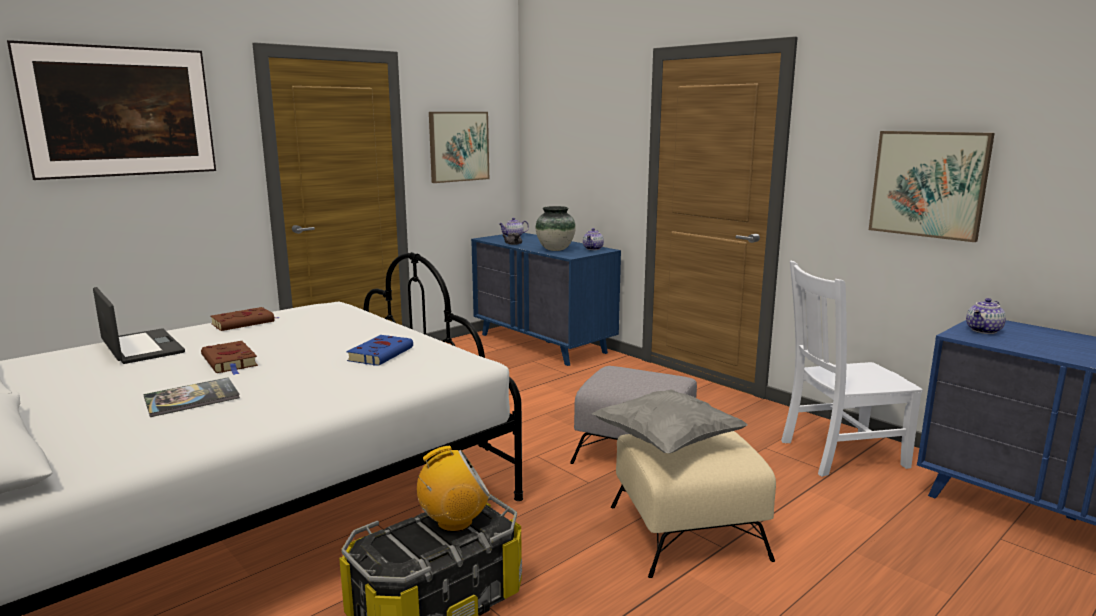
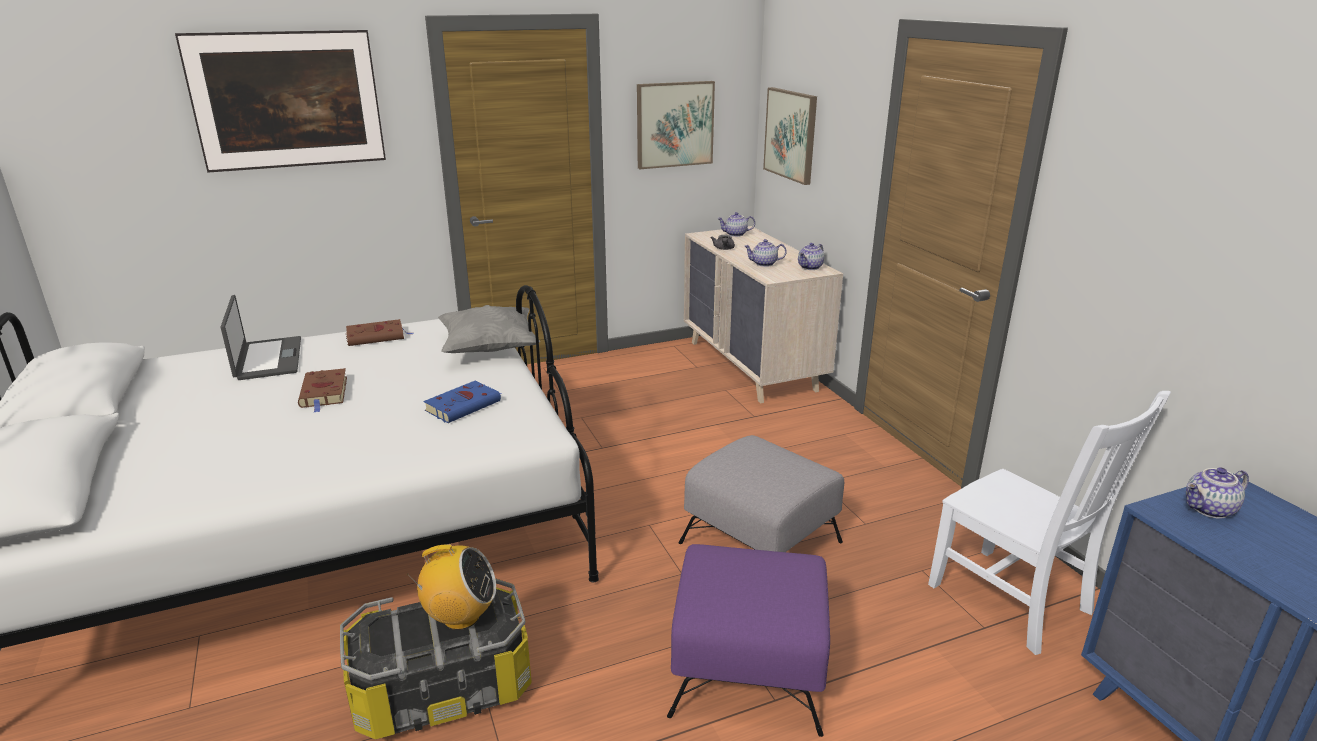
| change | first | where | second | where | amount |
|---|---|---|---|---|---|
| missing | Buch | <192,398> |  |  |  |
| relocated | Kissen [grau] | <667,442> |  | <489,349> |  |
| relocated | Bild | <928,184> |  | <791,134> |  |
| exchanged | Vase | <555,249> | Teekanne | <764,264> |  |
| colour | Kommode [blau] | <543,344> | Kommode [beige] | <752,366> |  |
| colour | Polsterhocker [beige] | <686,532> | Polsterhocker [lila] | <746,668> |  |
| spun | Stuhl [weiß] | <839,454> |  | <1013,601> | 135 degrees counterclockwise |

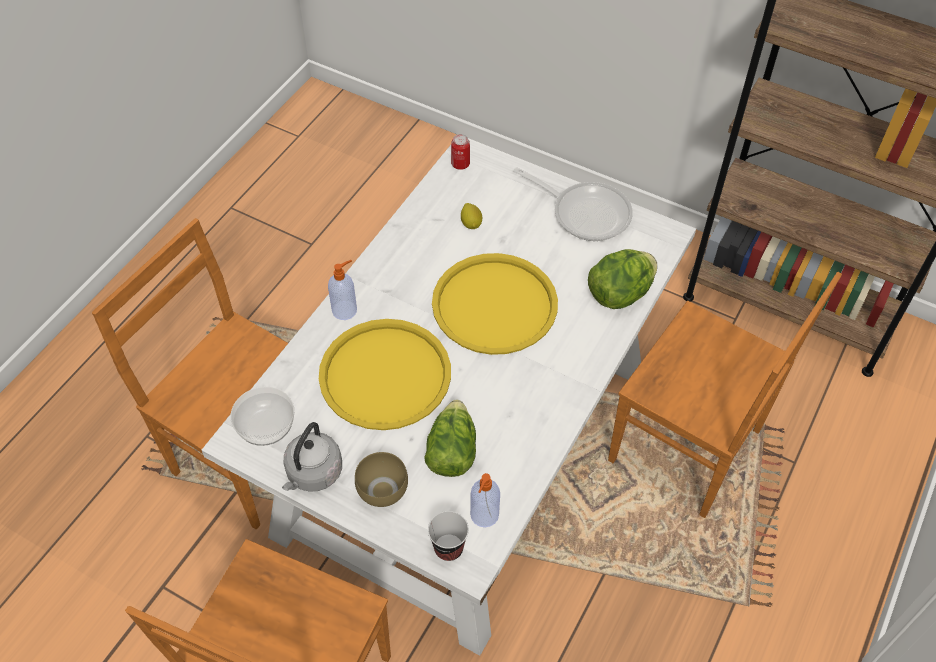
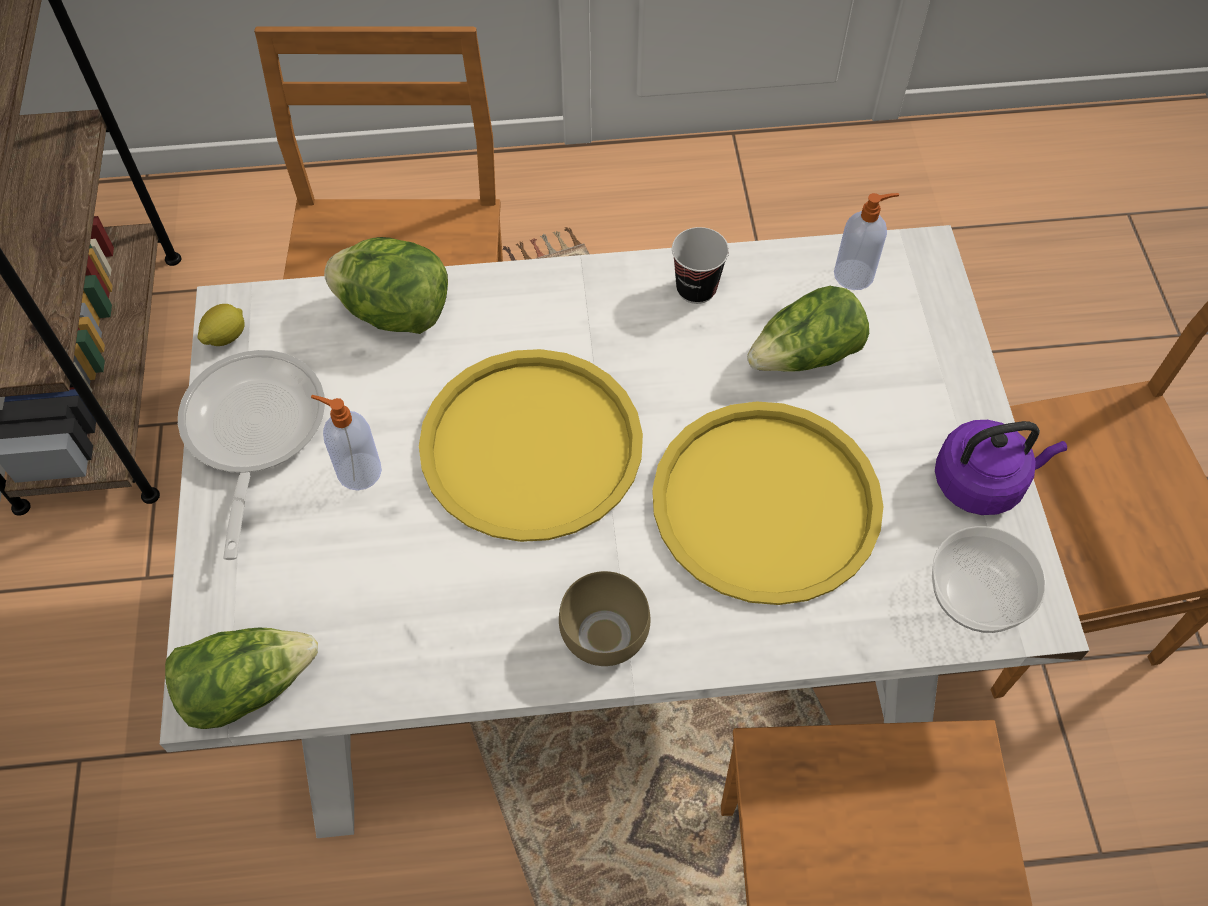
| change | first | where | second | where | amount |
|---|---|---|---|---|---|
| relocated | Seifenspender | <345,310> |  | <357,471> |  |
| relocated | Schüssel [braun] | <382,493> |  | <607,634> |  |
| relocated | Tasse | <448,548> |  | <696,289> |  |
| relocated | Zitrone | <471,223> |  | <225,337> |  |
| exchanged | Dose | <460,164> | Salatkopf | <246,686> |  |
| colour | Wasserkessel [grau] | <313,474> | Wasserkessel [lila] | <982,482> |  |

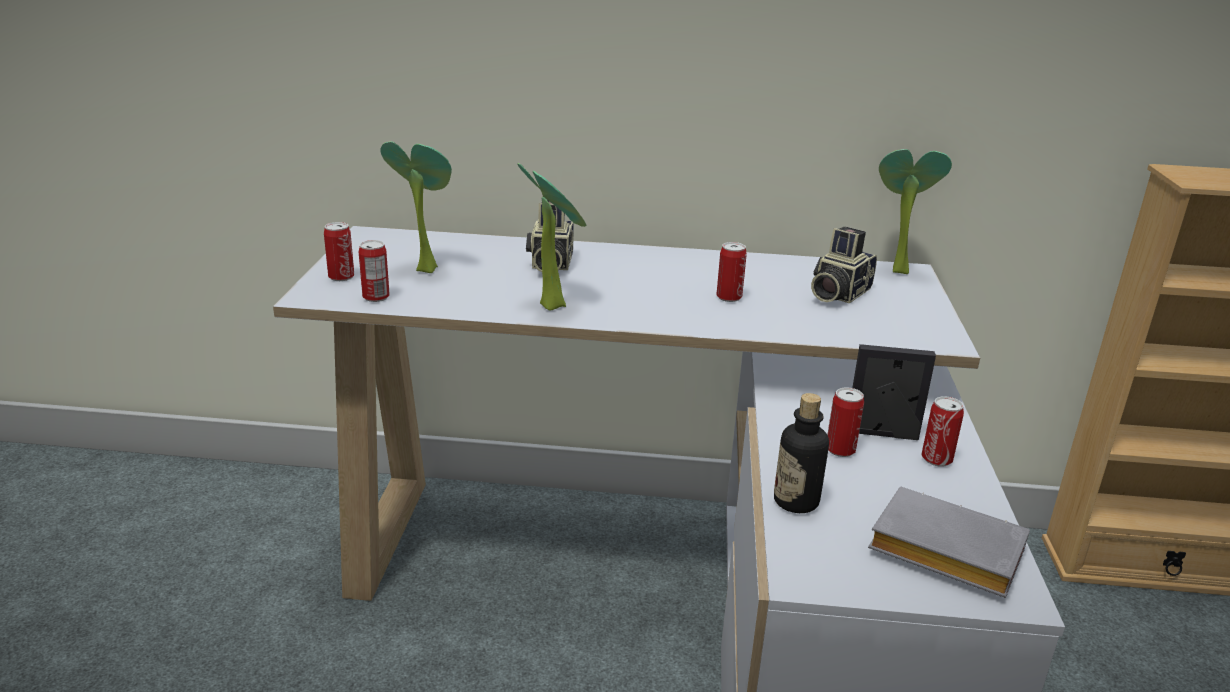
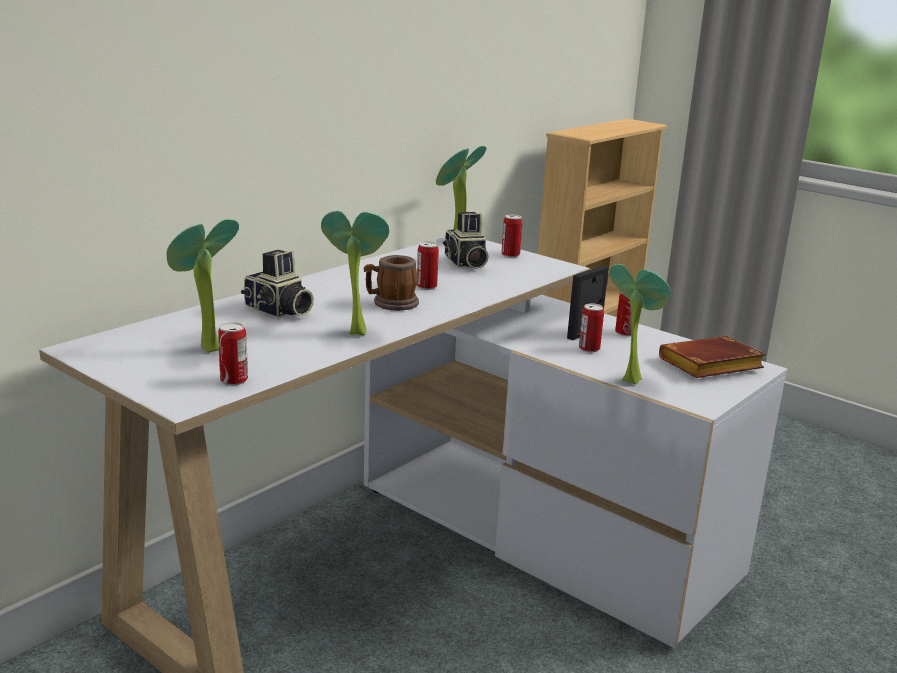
| change | first | where | second | where | amount |
|---|---|---|---|---|---|
| appeared |  |  | Henkelbecher | <391,303> |  |
| relocated | Dose | <341,277> |  | <510,255> |  |
| exchanged | Flasche | <796,501> | Topfpflanze | <629,378> |  |
| colour | Buch [grau] | <941,552> | Buch [braun] | <709,366> |  |

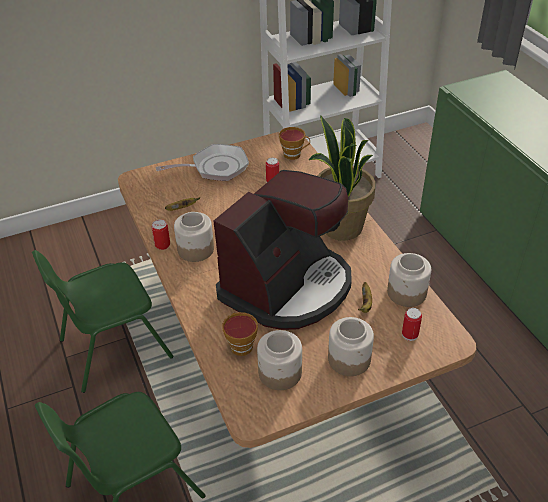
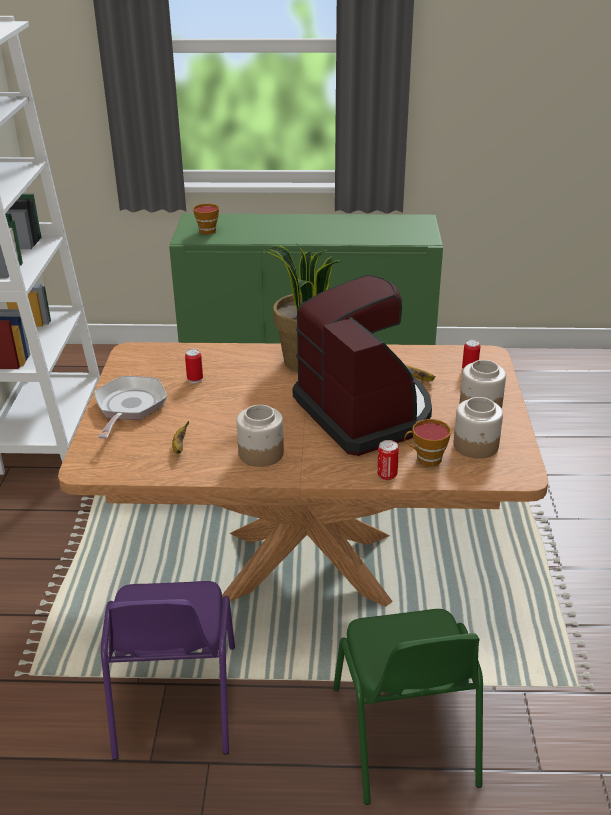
| change | first | where | second | where | amount |
|---|---|---|---|---|---|
| missing | Vorratsglas | <407,292> |  |  |  |
| relocated | Dose | <162,245> |  | <387,475> |  |
| relocated | Tasse | <294,154> |  | <208,230> |  |
| colour | Stuhl [grün] | <113,348> | Stuhl [lila] | <174,702> |  |

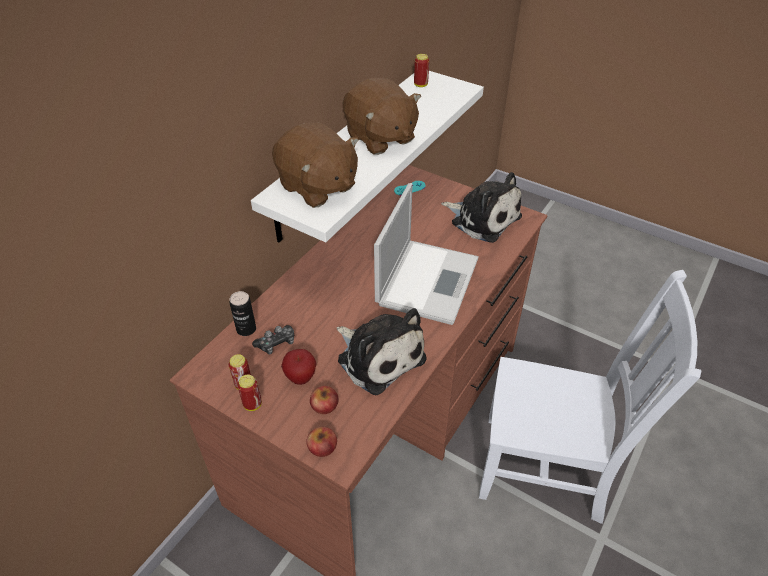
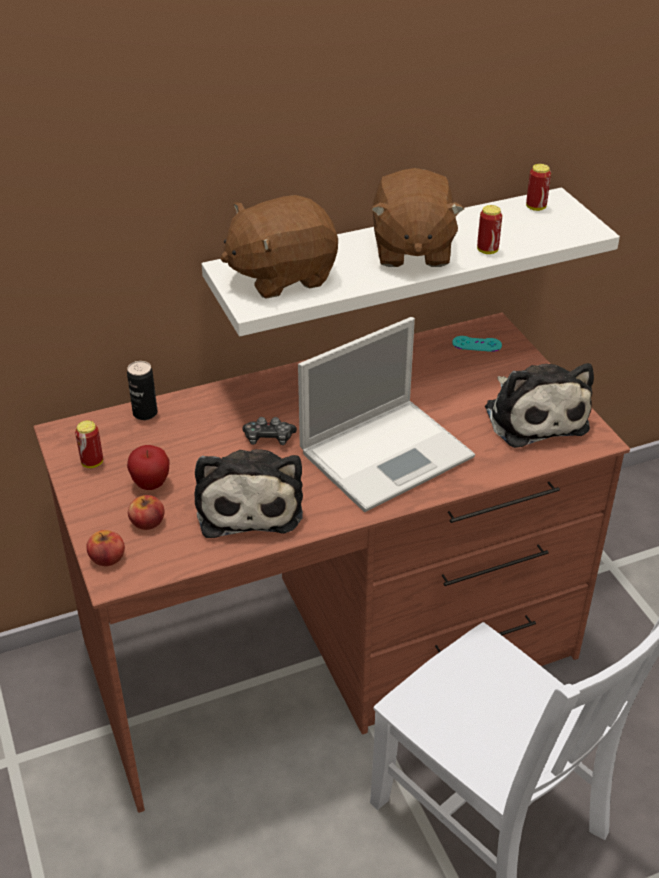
| change | first | where | second | where | amount |
|---|---|---|---|---|---|
| relocated | Dose | <252,404> |  | <487,250> |  |
| relocated | Gamepad | <276,343> |  | <268,438> |  |
| spun | Plüschtier [braun] | <317,187> |  | <281,276> | 75 degrees clockwise |

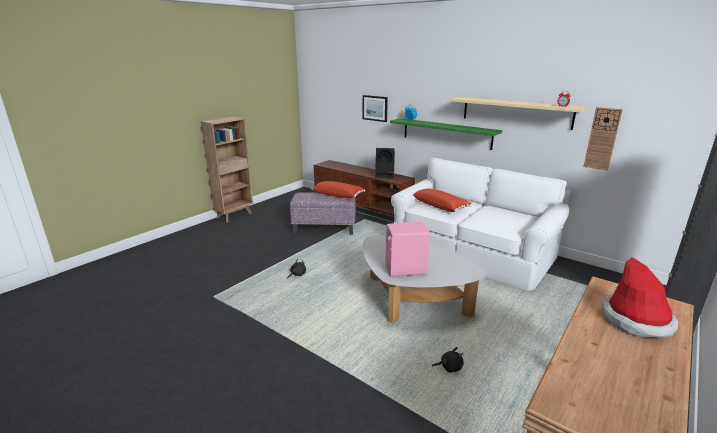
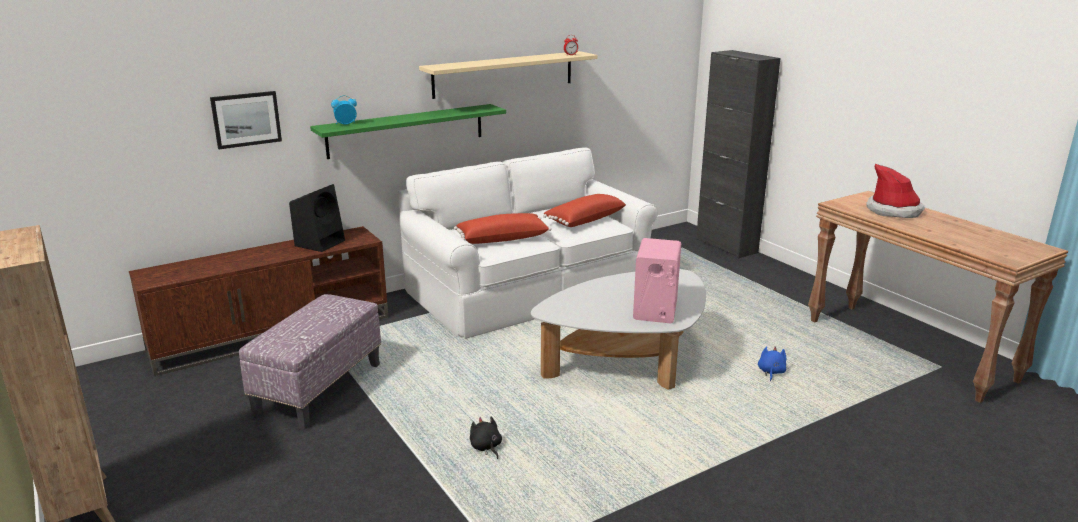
| change | first | where | second | where | amount |
|---|---|---|---|---|---|
| missing | Wanduhr | <602,139> |  |  |  |
| relocated | Kissen [rot] | <338,195> |  | <584,220> |  |
| colour | Plüschtier [schwarz] | <449,367> | Plüschtier [blau] | <771,372> |  |

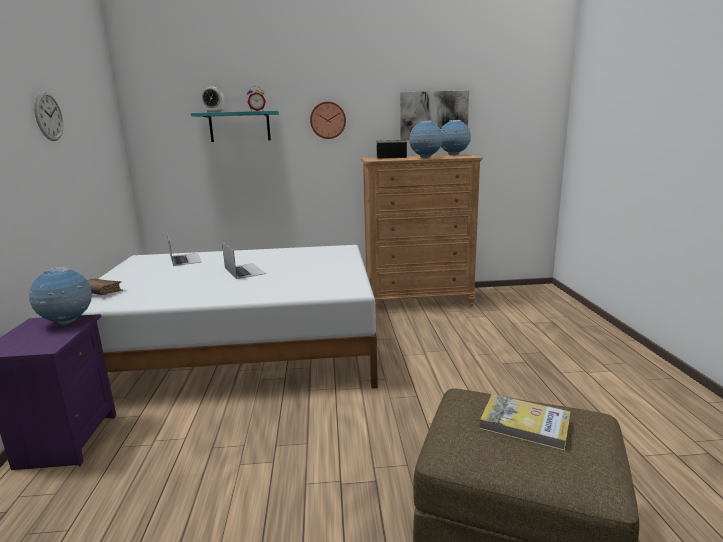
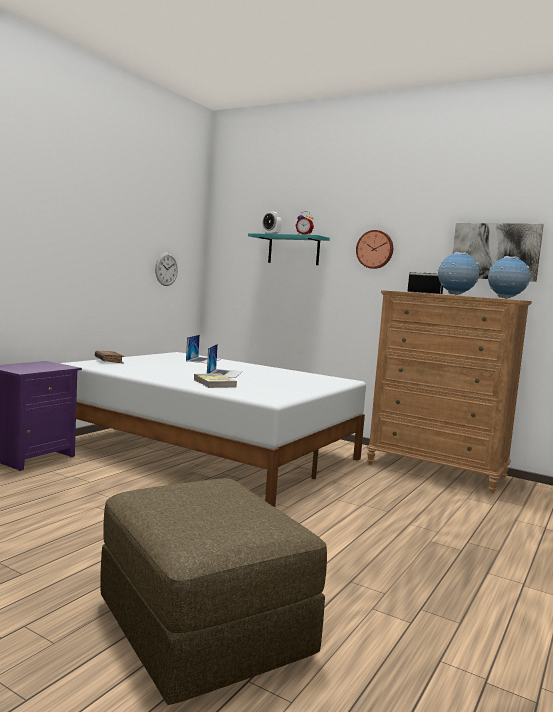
| change | first | where | second | where | amount |
|---|---|---|---|---|---|
| missing | Globus | <67,322> |  |  |  |
| relocated | Wanduhr | <48,116> |  | <166,269> |  |
| relocated | Buch | <524,424> |  | <214,383> |  |

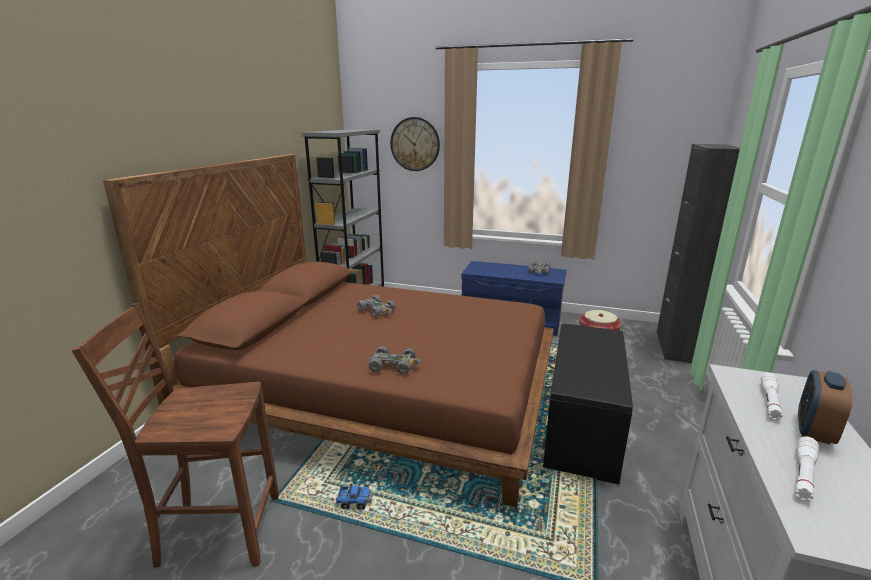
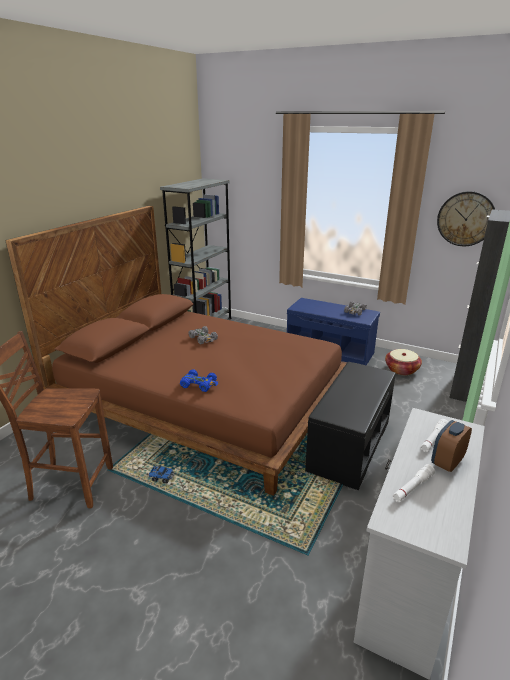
| change | first | where | second | where | amount |
|---|---|---|---|---|---|
| relocated | Wanduhr | <415,144> |  | <466,219> |  |
| colour | Spielzeugauto [grau] | <393,365> | Spielzeugauto [blau] | <199,384> |  |

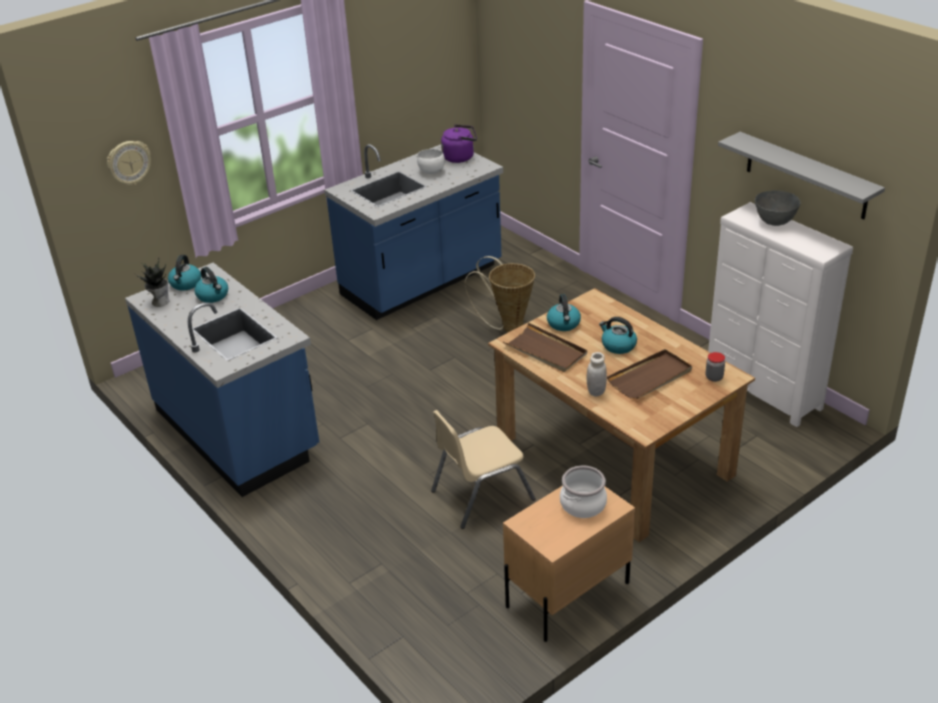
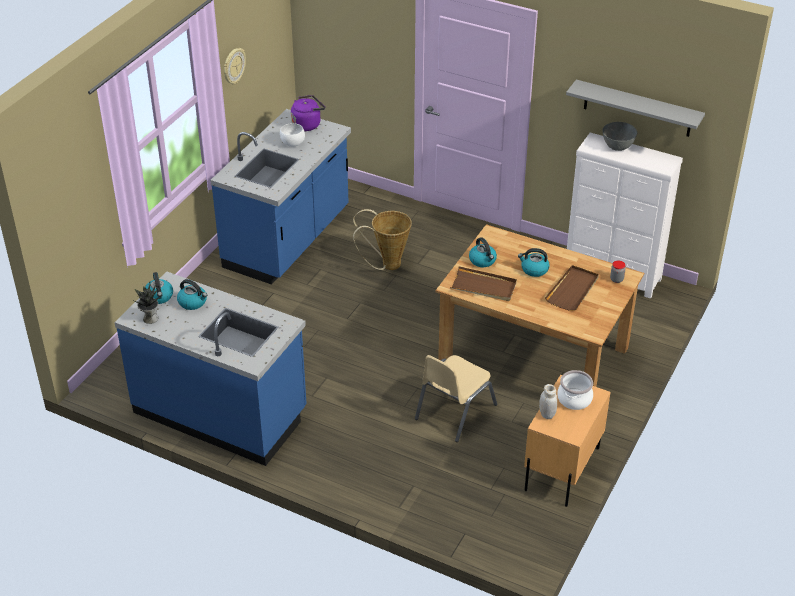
| change | first | where | second | where | amount |
|---|---|---|---|---|---|
| relocated | Wanduhr | <129,163> |  | <233,66> |  |
| relocated | Vorratsglas [weiß] | <596,391> |  | <547,414> |  |

